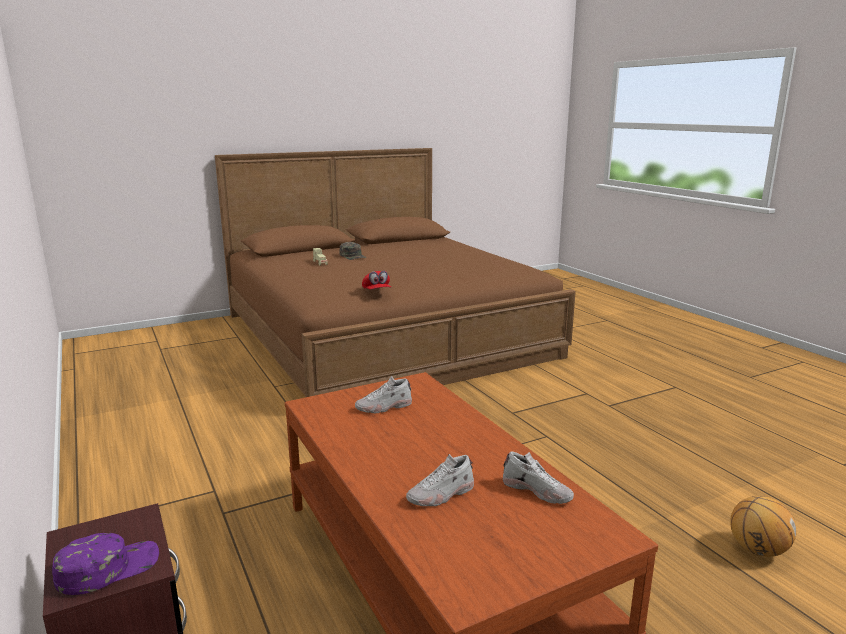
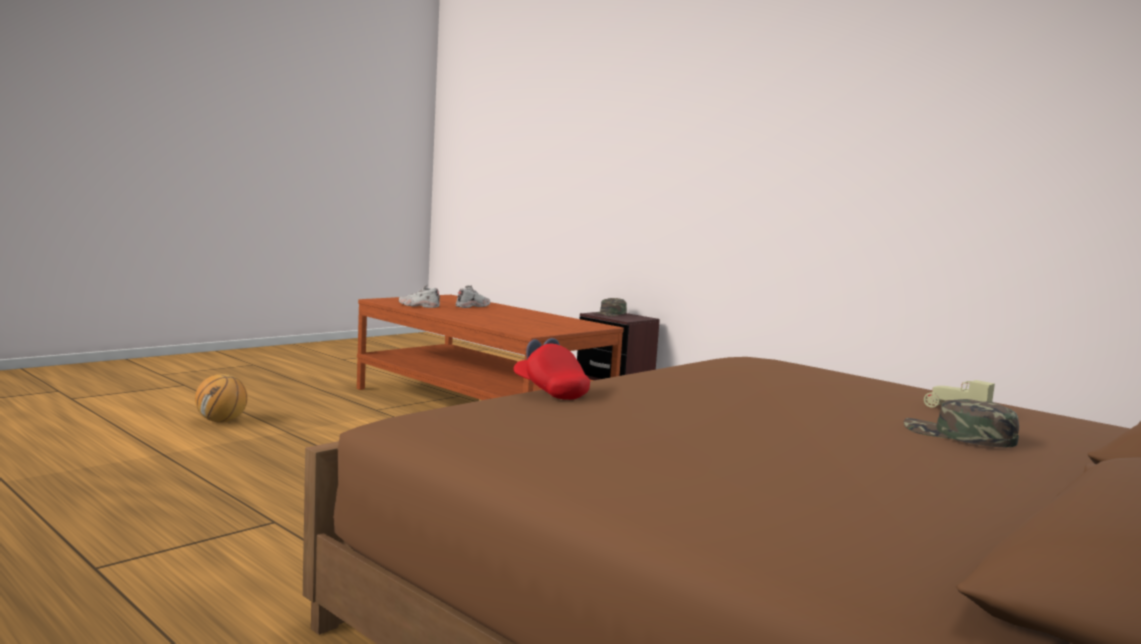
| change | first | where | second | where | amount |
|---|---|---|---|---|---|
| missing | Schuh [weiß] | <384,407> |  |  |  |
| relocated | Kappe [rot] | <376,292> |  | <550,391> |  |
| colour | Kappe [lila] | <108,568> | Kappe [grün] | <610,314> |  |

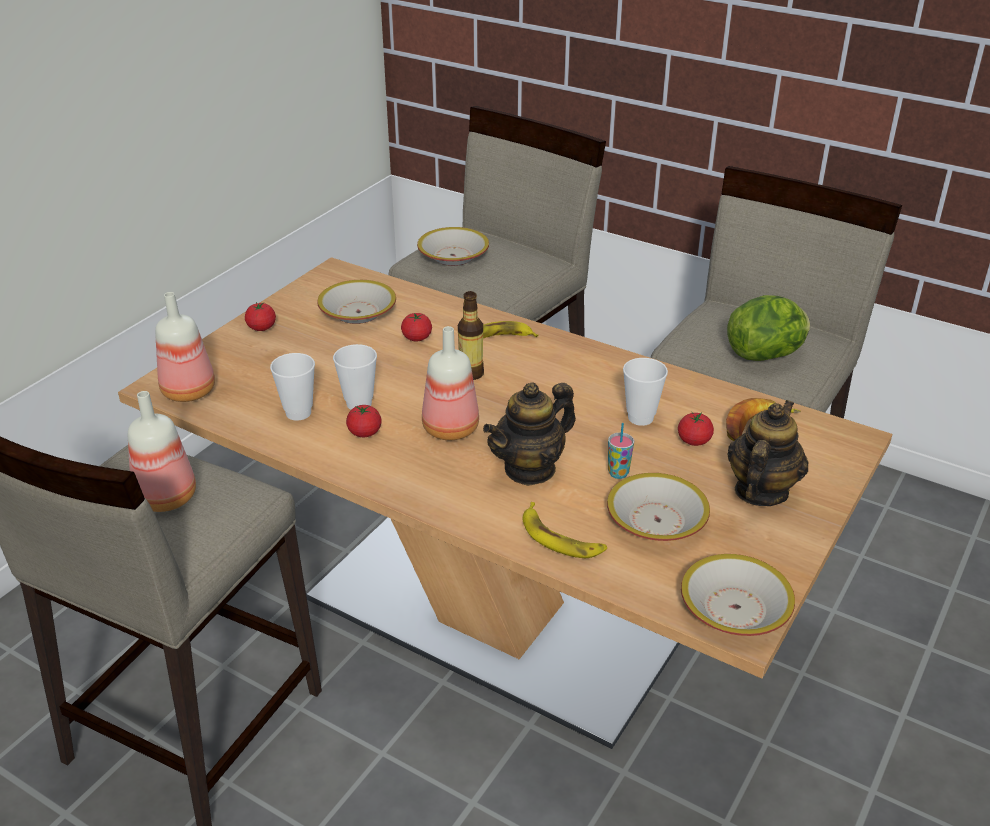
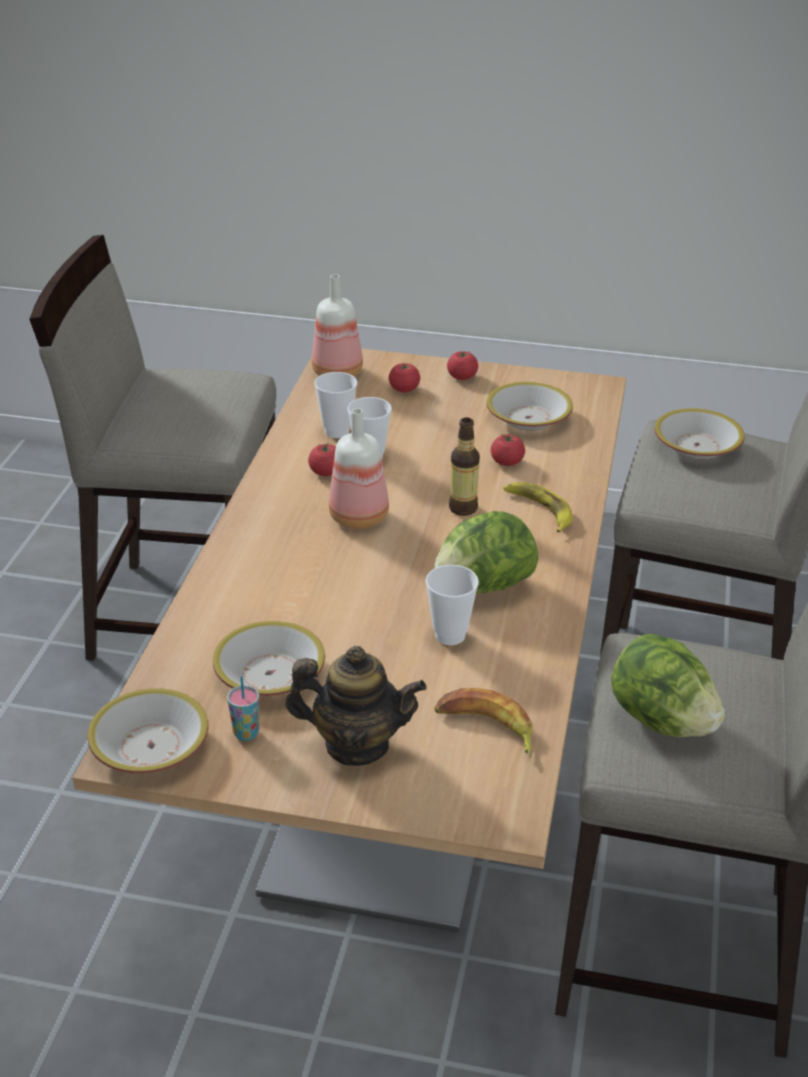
| change | first | where | second | where | amount |
|---|---|---|---|---|---|
| missing | Flasche | <164,497> |  |  |  |
| missing | Teekanne | <530,469> |  |  |  |
| missing | Banane | <560,538> |  |  |  |
| appeared |  |  | Salatkopf | <483,587> |  |
| relocated | Tasse | <618,473> |  | <246,733> |  |
| relocated | Tomate | <694,441> |  | <404,389> |  |

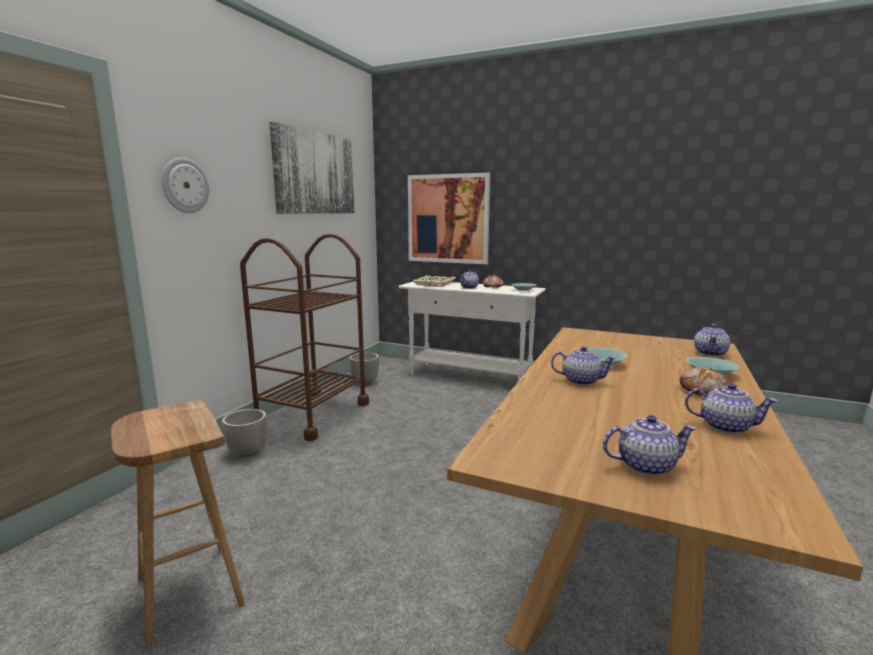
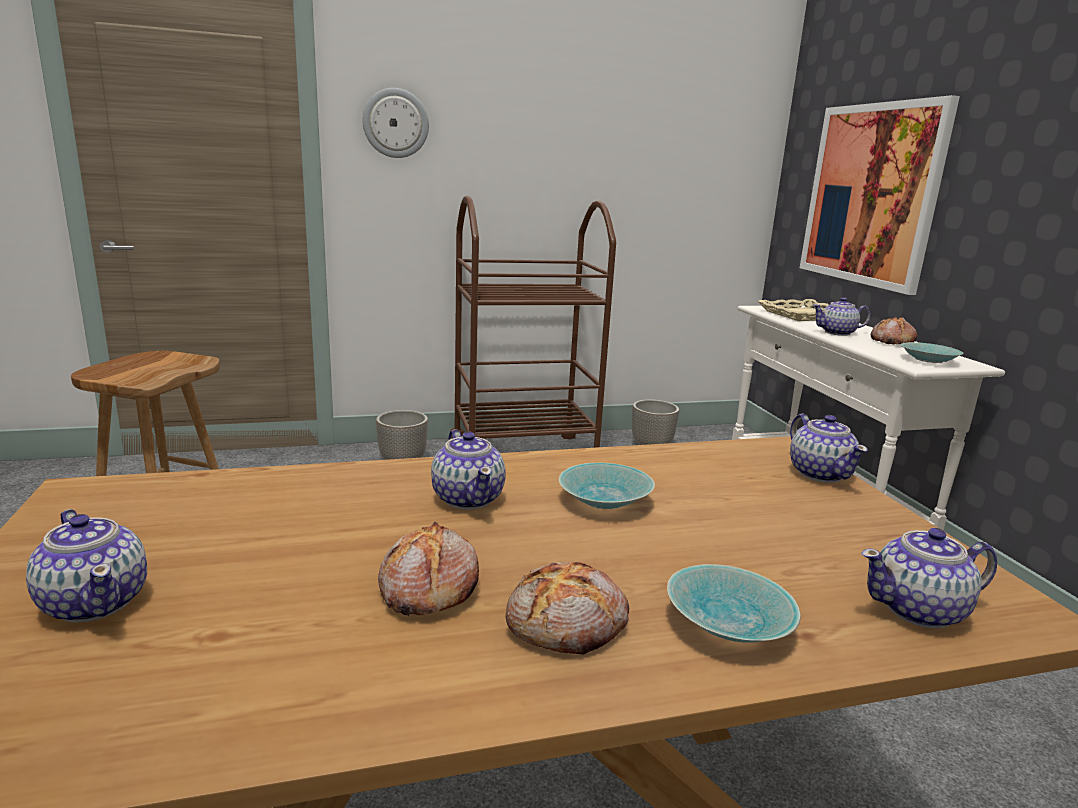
| change | first | where | second | where | amount |
|---|---|---|---|---|---|
| missing | Bild | <315,173> |  |  |  |
| appeared |  |  | Brot | <427,588> |  |
| relocated | Teekanne | <724,426> |  | <820,473> |  |

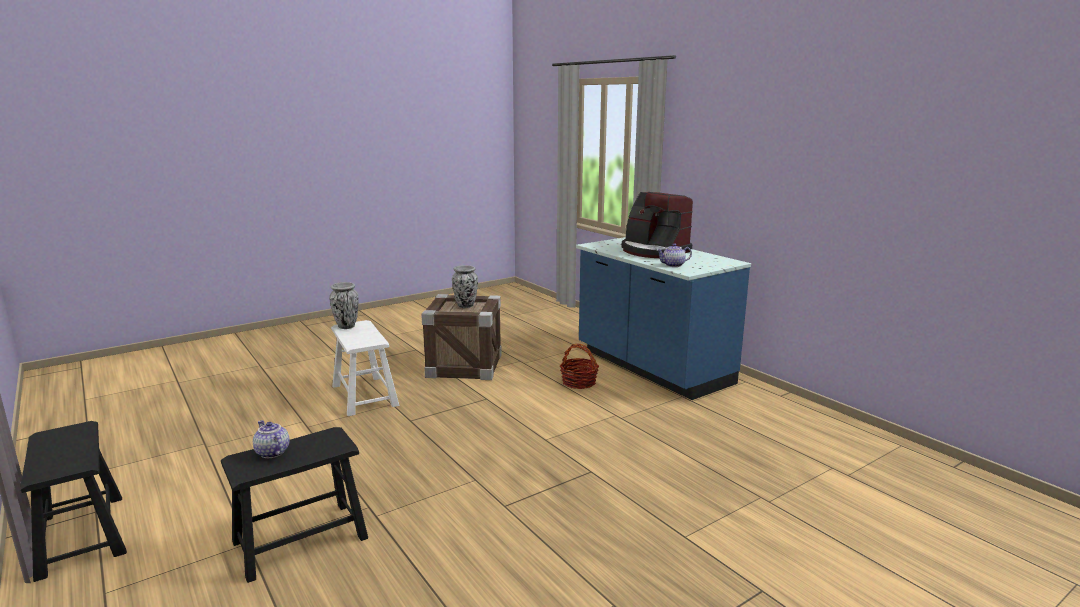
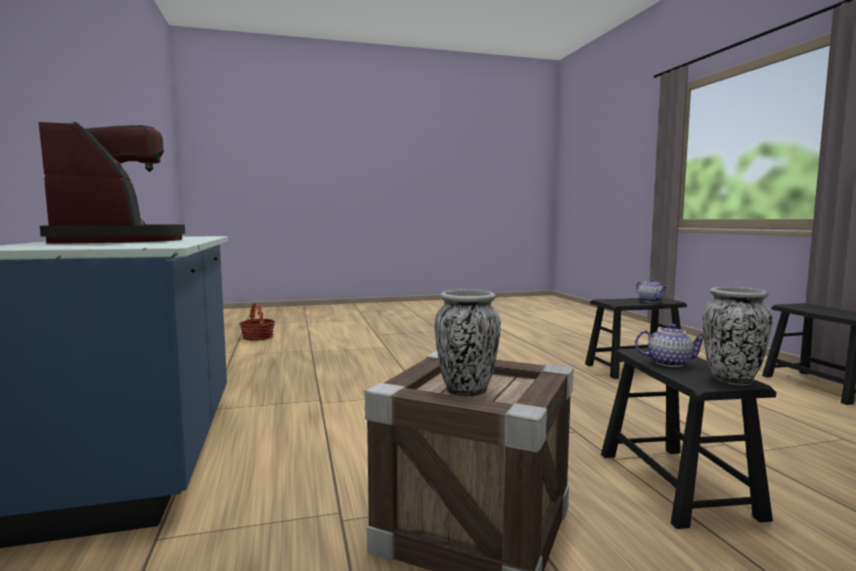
| change | first | where | second | where | amount |
|---|---|---|---|---|---|
| relocated | Korb | <579,382> |  | <257,337> |  |
| relocated | Teekanne | <673,265> |  | <669,363> |  |
| colour | Hocker [weiß] | <364,395> | Hocker [schwarz] | <676,484> |  |

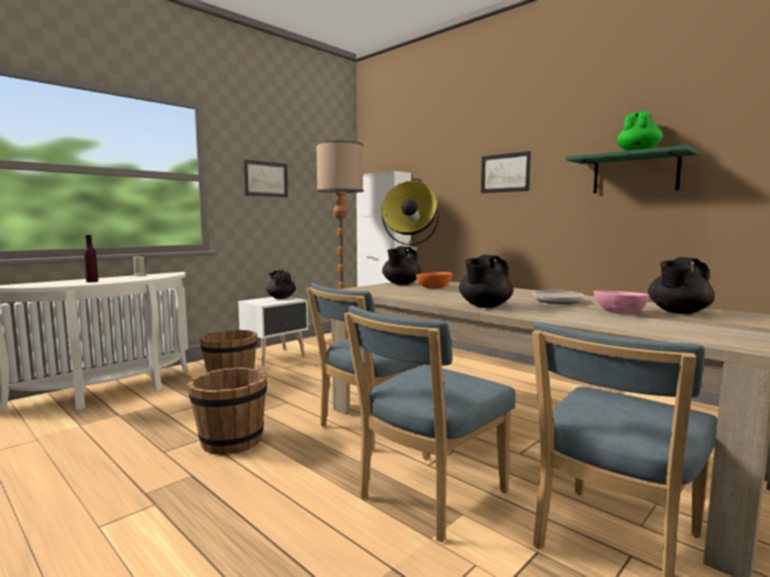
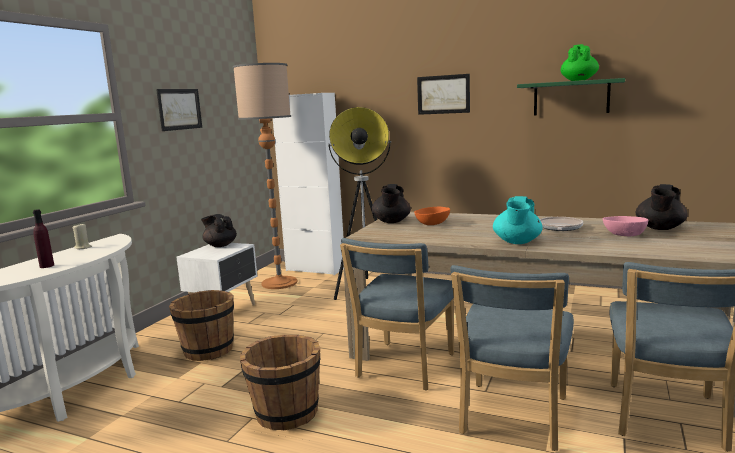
| change | first | where | second | where | amount |
|---|---|---|---|---|---|
| colour | Teekanne [schwarz] | <484,306> | Teekanne [türkis] | <517,242> |  |

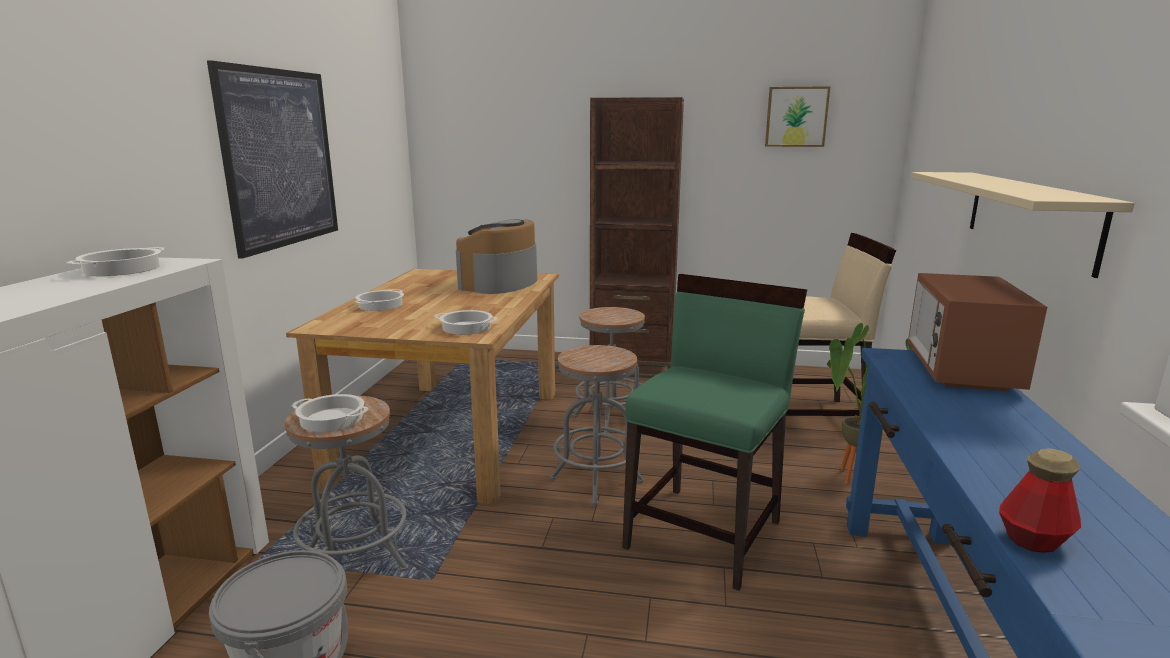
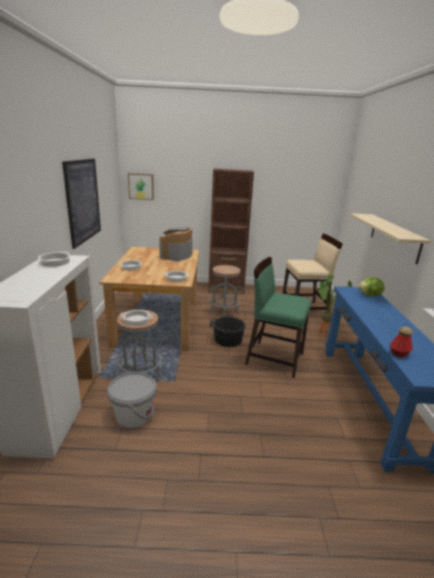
| change | first | where | second | where | amount |
|---|---|---|---|---|---|
| relocated | Bild | <796,117> |  | <141,186> |  |
| exchanged | Hocker [grau] | <596,480> | Eimer [schwarz] | <226,339> |  |
| exchanged | Mikrowelle | <960,371> | Salatkopf | <370,295> |  |
| spun | Stuhl [grün] | <705,533> |  | <274,358> | 90 degrees counterclockwise |

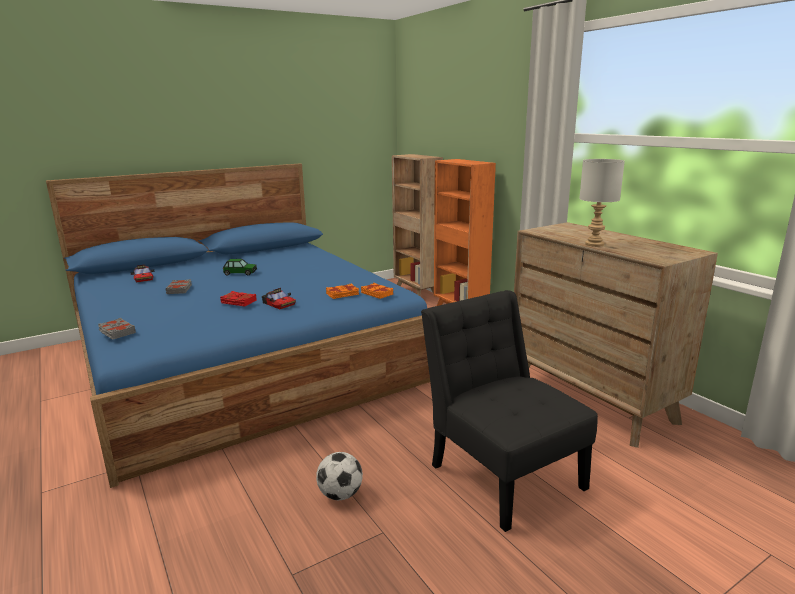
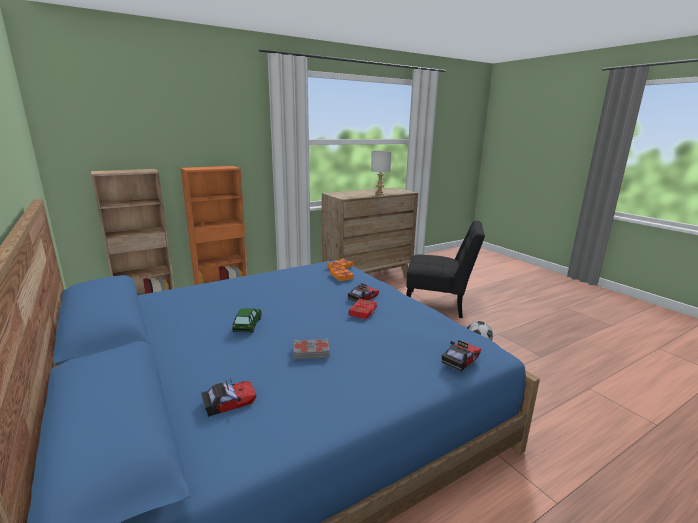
| change | first | where | second | where | amount |
|---|---|---|---|---|---|
| exchanged | Buch [grau] | <117,332> | Spielzeugauto | <460,359> |  |
| spun | Stuhl [schwarz] | <501,472> |  | <439,304> | 135 degrees counterclockwise |

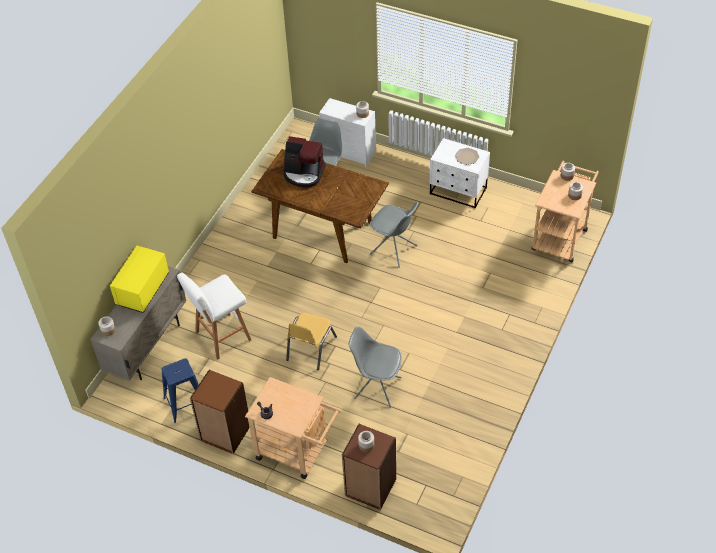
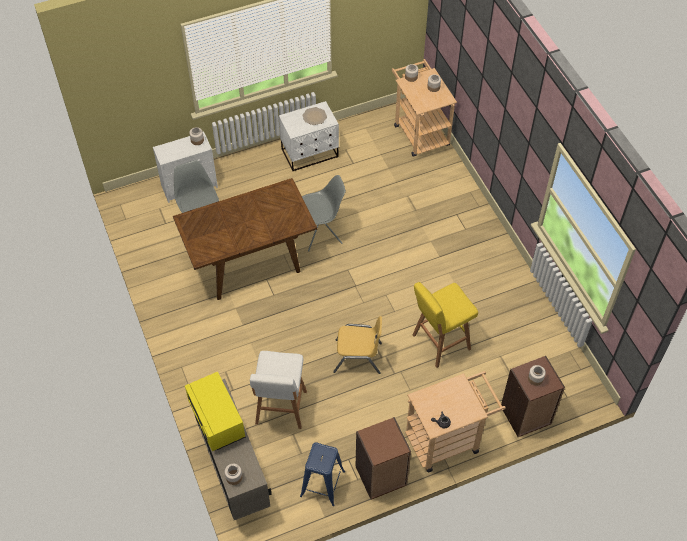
| change | first | where | second | where | amount |
|---|---|---|---|---|---|
| missing | Kaffeemaschine | <304,173> |  |  |  |
| exchanged | Stuhl [grau] | <376,387> | Hocker [gelb] | <439,343> |  |
| spun | Stuhl [gelb] | <310,348> |  | <358,357> | 60 degrees counterclockwise |

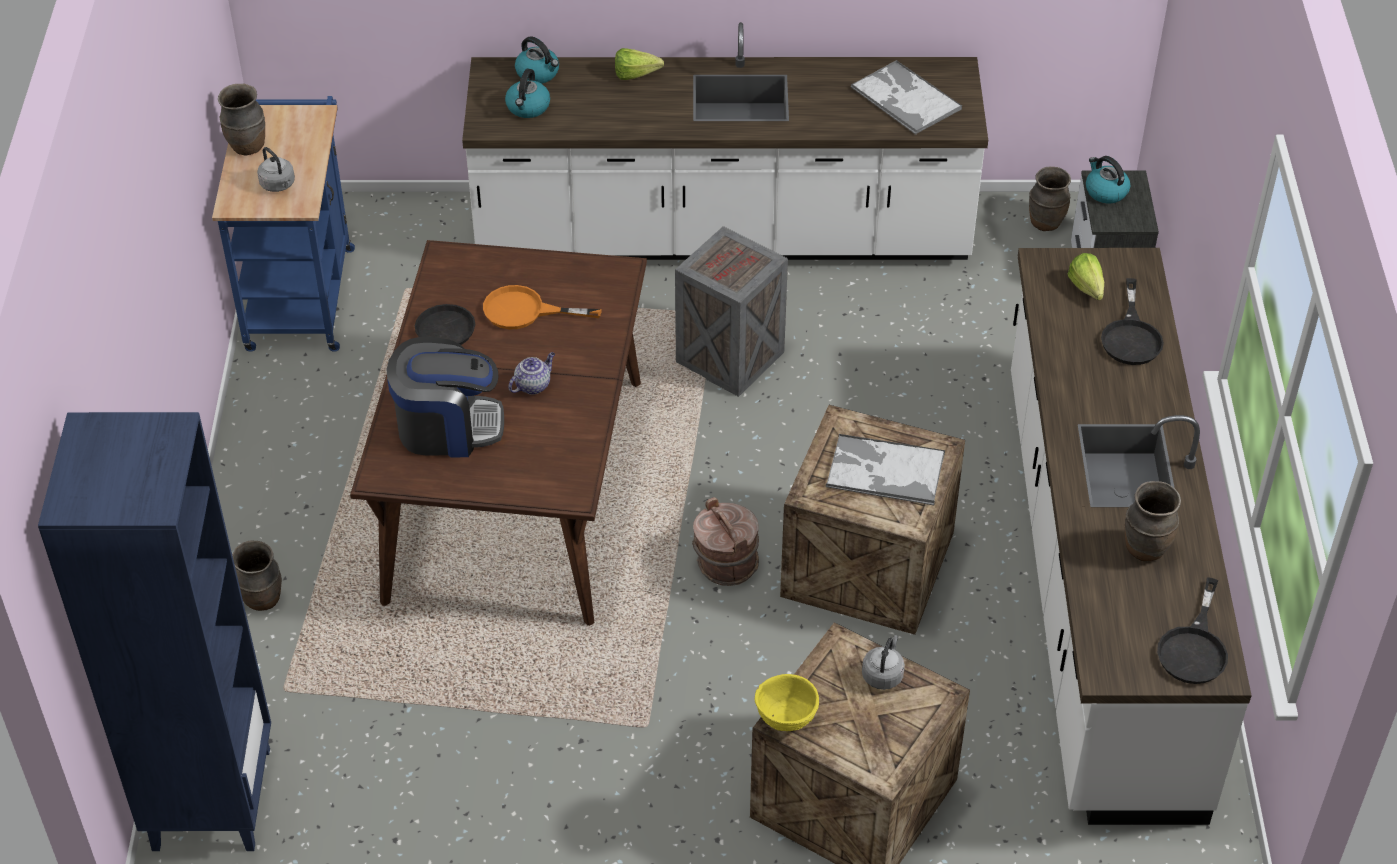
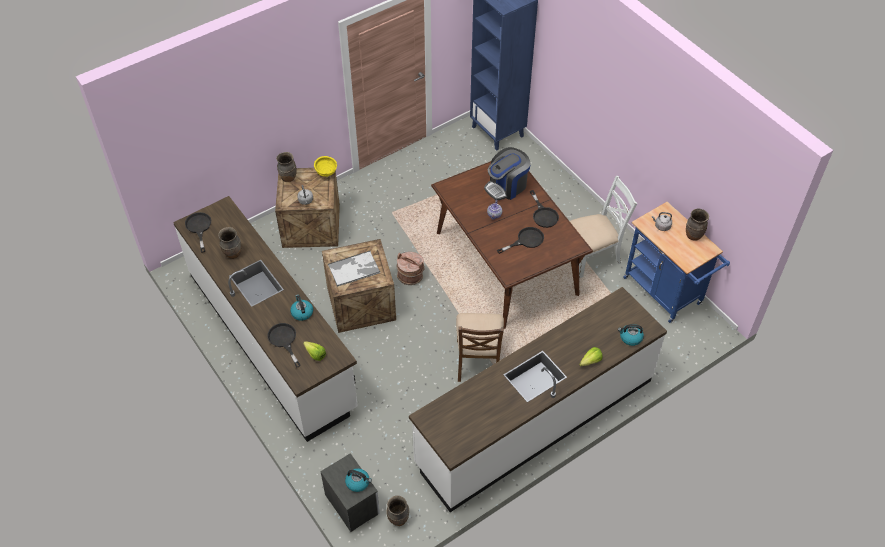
| change | first | where | second | where | amount |
|---|---|---|---|---|---|
| missing | Tablett | <905,98> |  |  |  |
| appeared |  |  | Stuhl [weiß] | <591,256> |  |
| relocated | Vase [braun] | <262,600> |  | <288,177> |  |
| relocated | Wasserkessel | <528,107> |  | <302,312> |  |
| exchanged | Kiste | <732,357> | Stuhl [braun] | <478,361> |  |
| colour | Pfanne [orange] | <525,311> | Pfanne [schwarz] | <526,240> |  |

